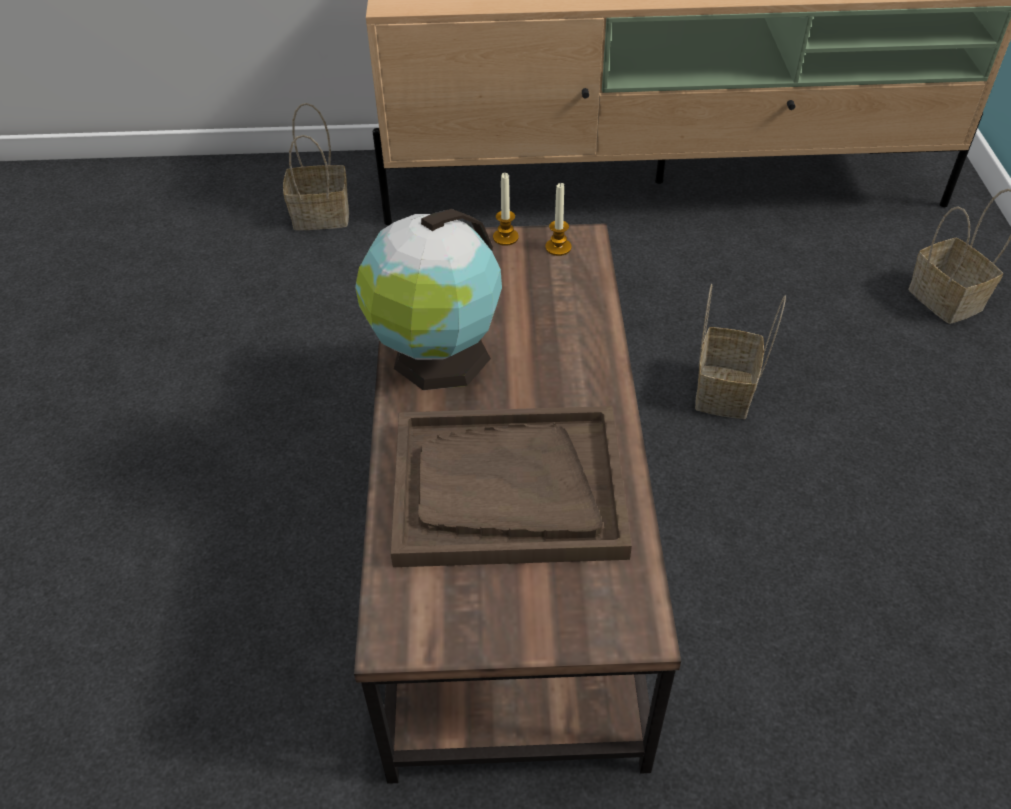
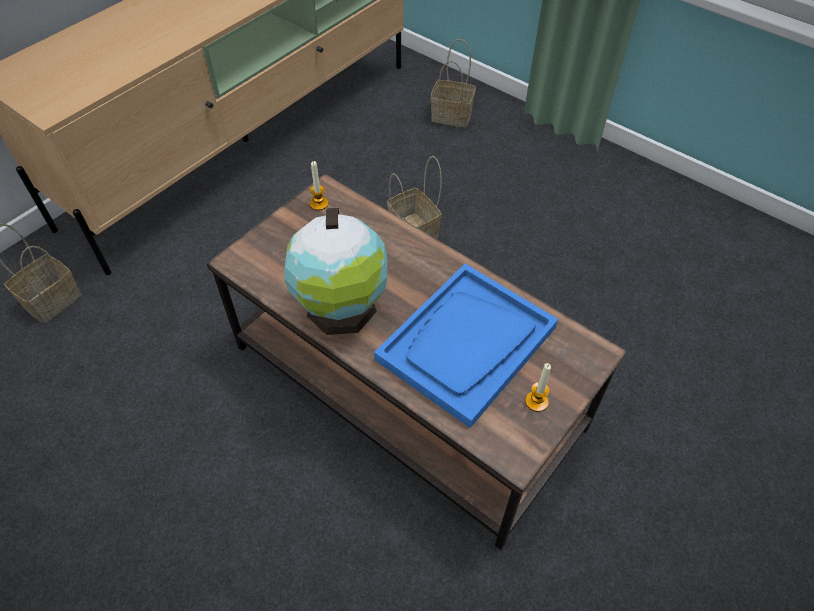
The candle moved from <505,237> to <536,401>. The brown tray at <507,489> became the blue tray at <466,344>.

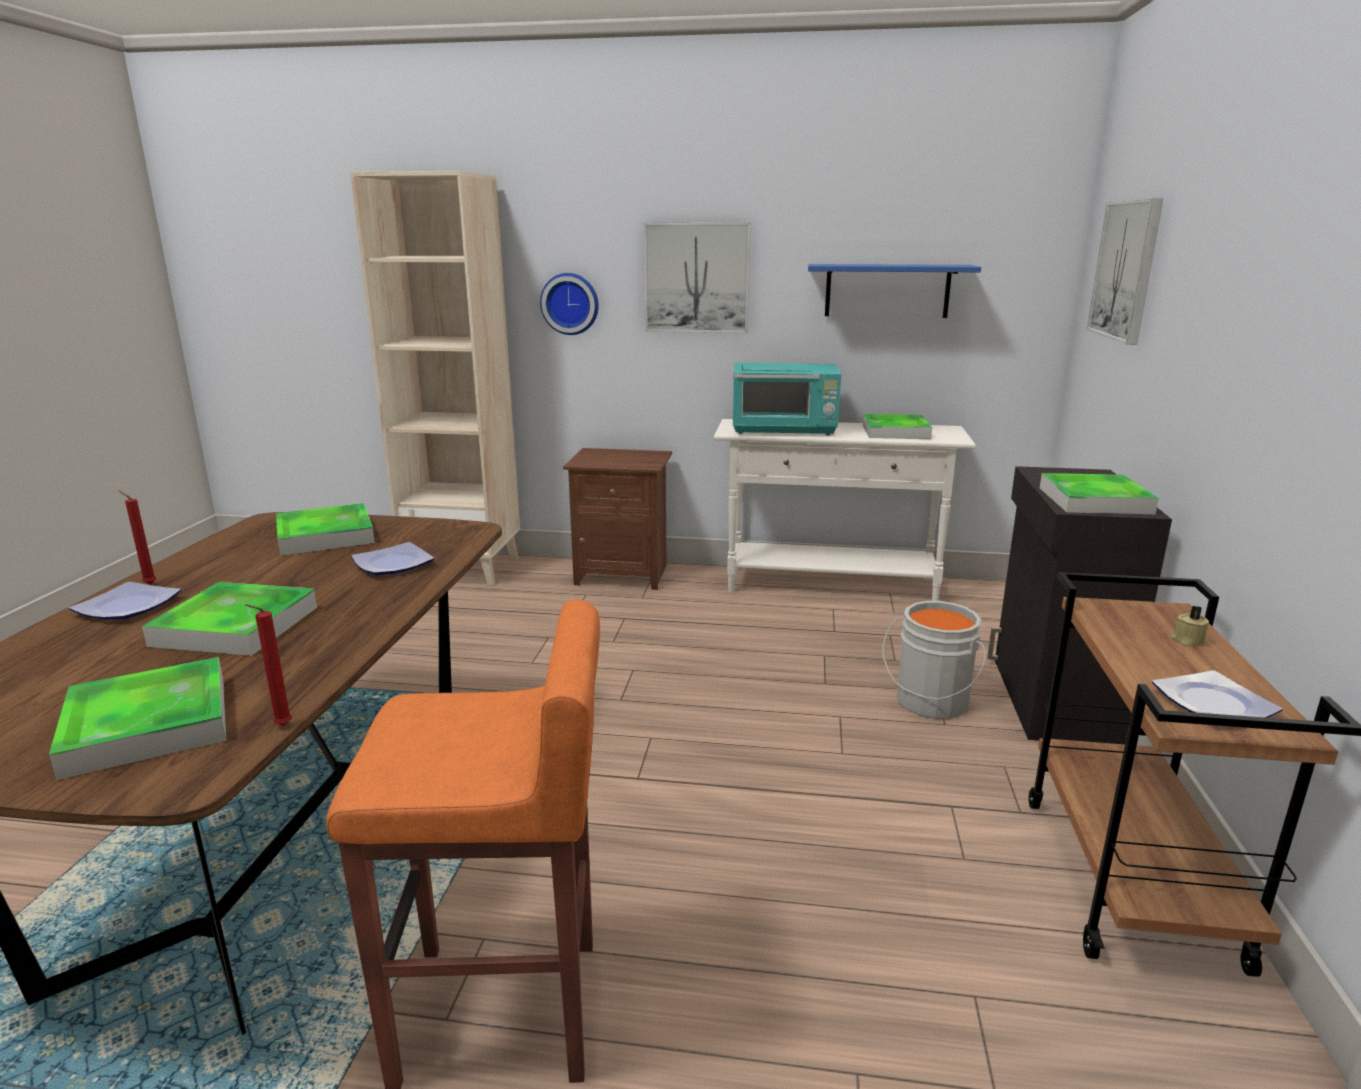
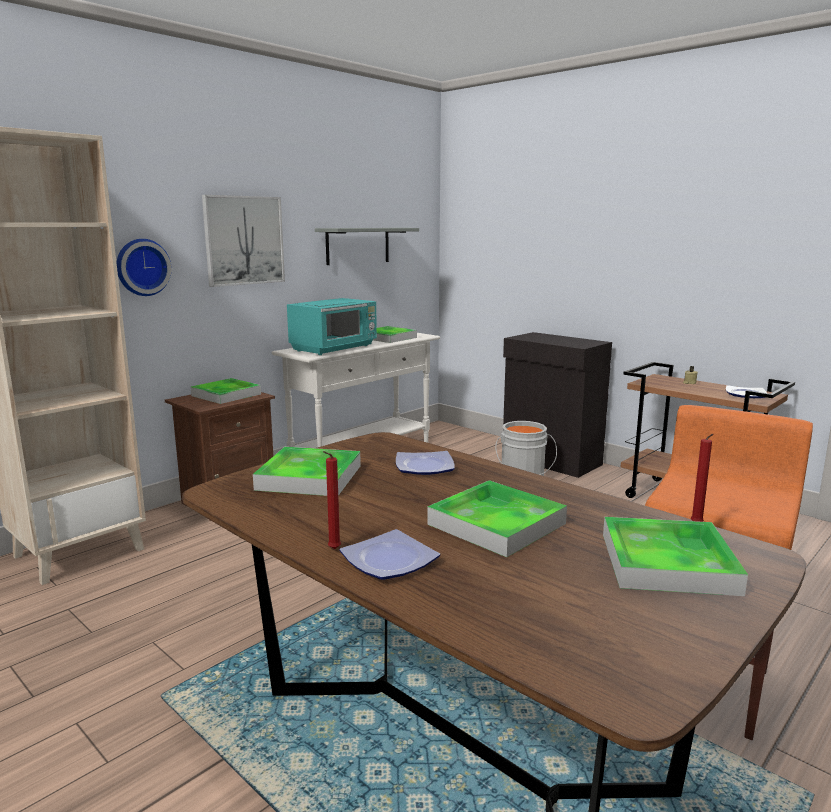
The picture at <1126,270> disappeared. The blue shelf at <887,290> became the grey shelf at <358,245>. The tray moved from <1094,500> to <226,395>.

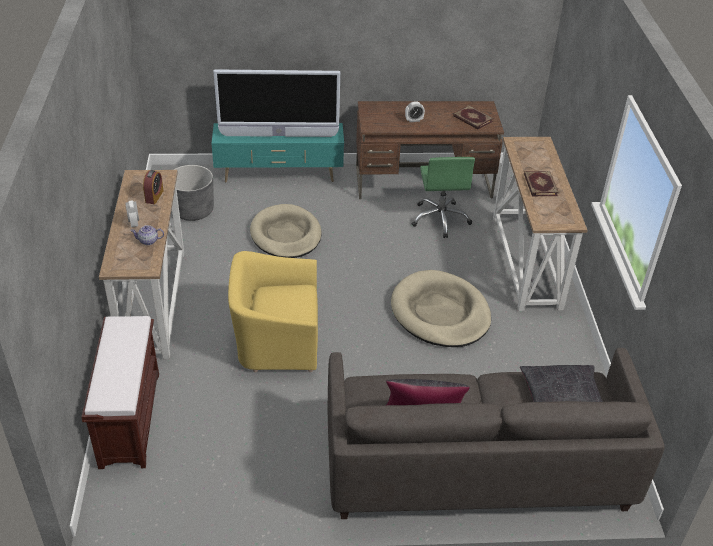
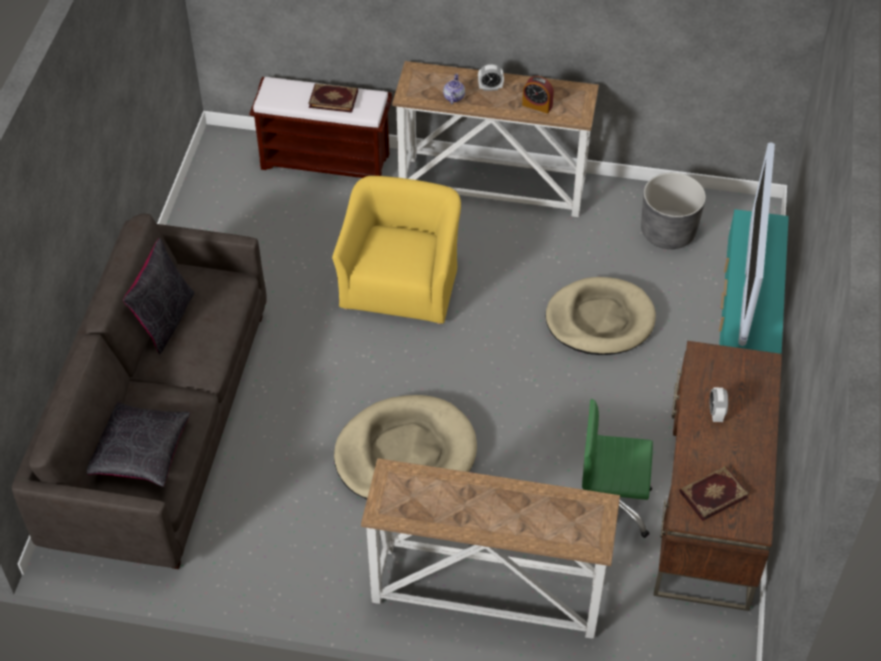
The book moved from <539,185> to <333,99>.

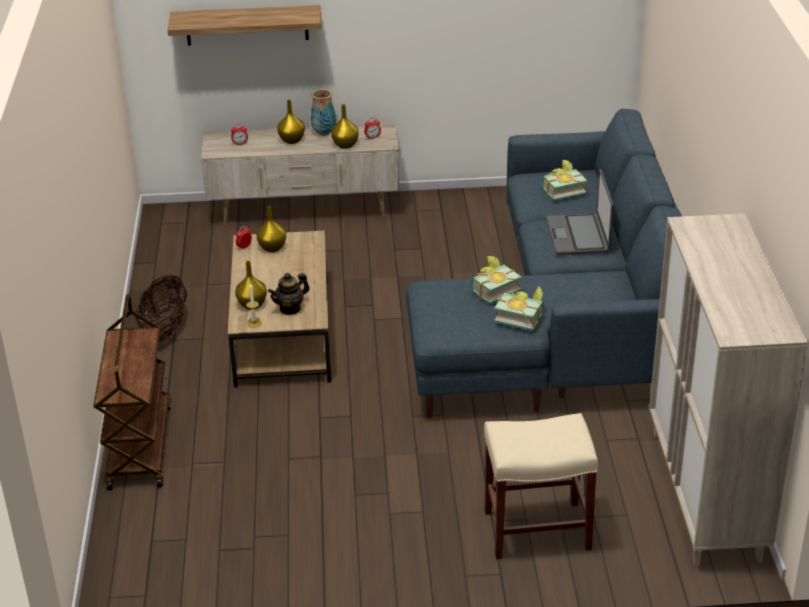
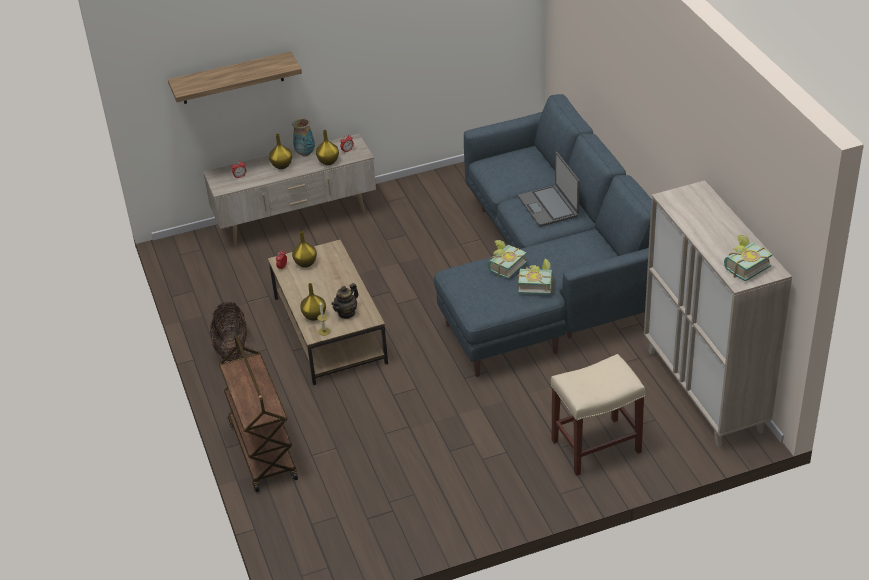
The book moved from <562,190> to <743,266>.

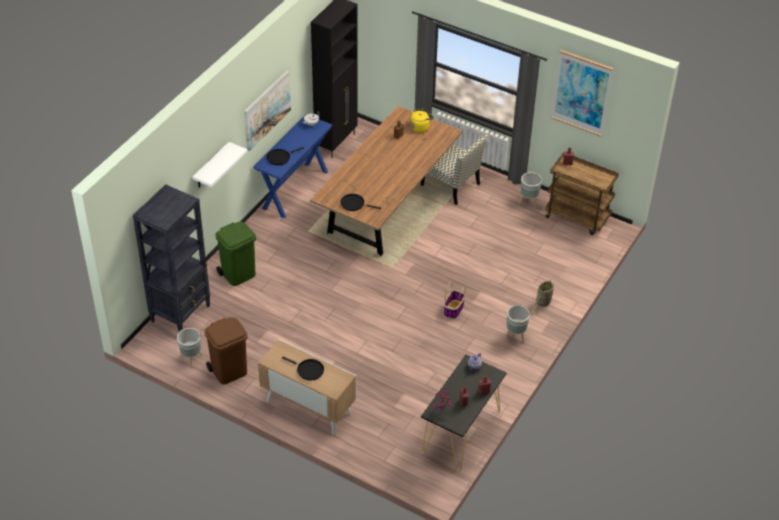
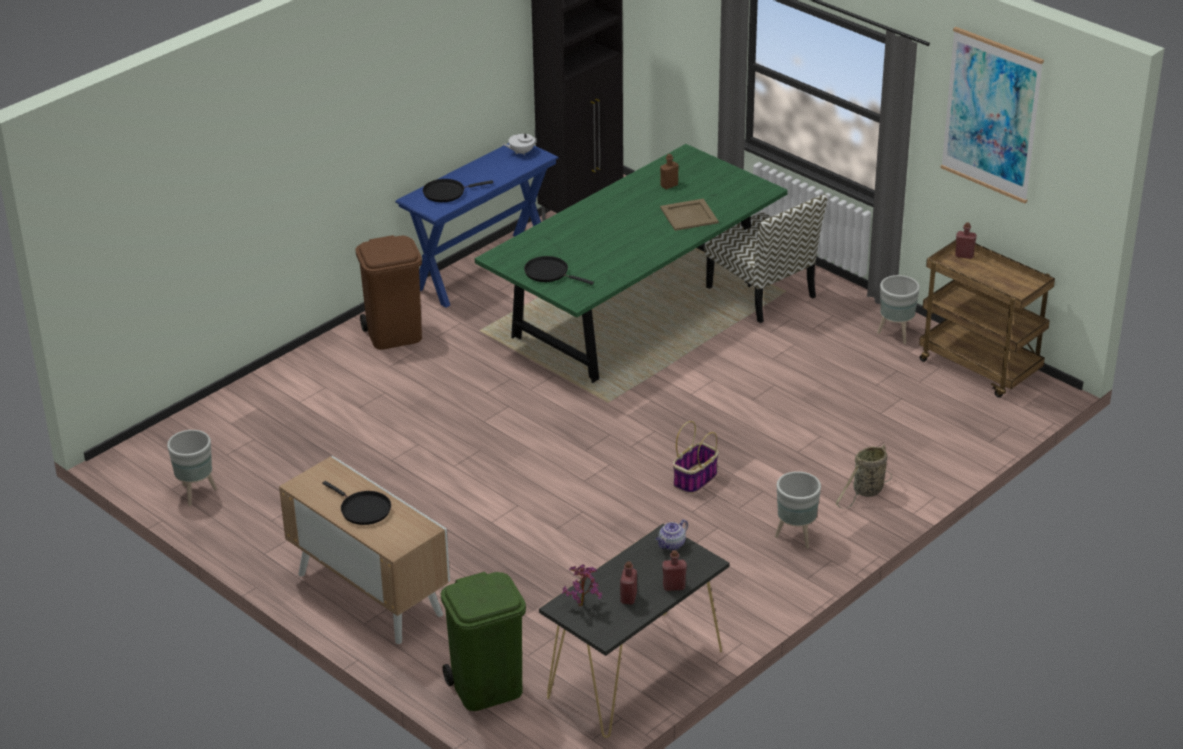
The picture at <266,109> disappeared. The brown dining table at <387,206> became the green dining table at <634,311>. The yellow kettle at <420,127> disappeared. The white shelf at <211,166> disappeared. The black bookcase at <181,313> disappeared. The green trash can moved from <239,274> to <488,688>. The brown trash can moved from <229,371> to <395,335>. The beige tray at <688,215> appeared.

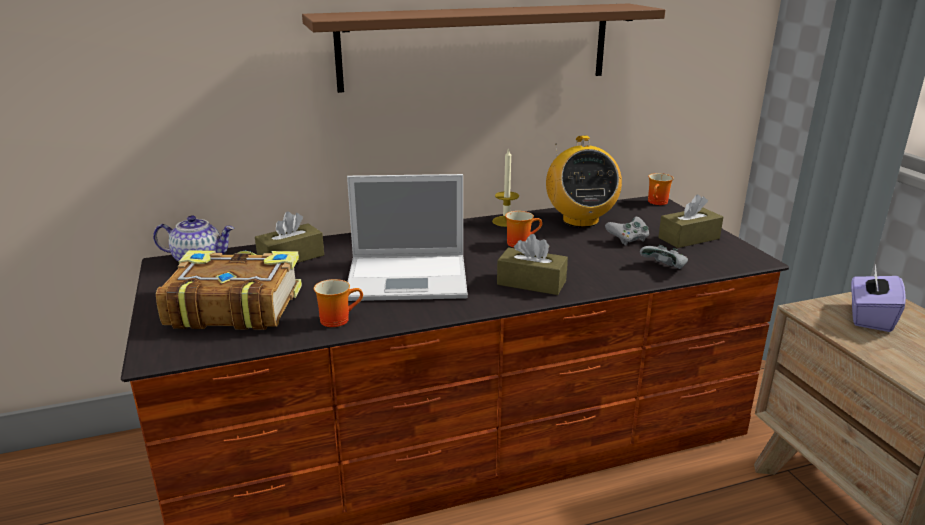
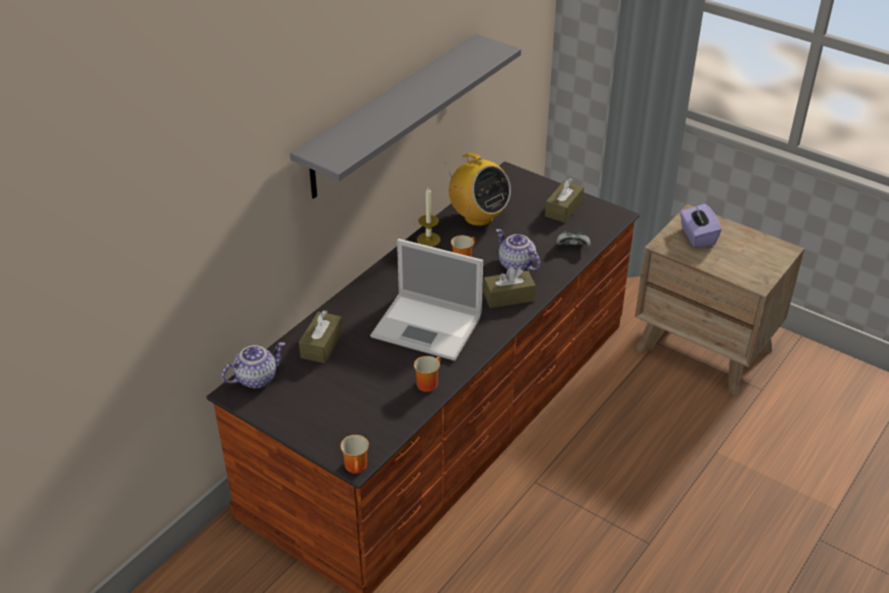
The brown shelf at <476,46> became the grey shelf at <391,115>. The mug moved from <658,203> to <358,467>. The laptop at <410,278> turned 60 degrees clockwise. The grey game controller at <627,240> disappeared. The book at <233,306> disappeared. The teapot at <515,265> appeared.

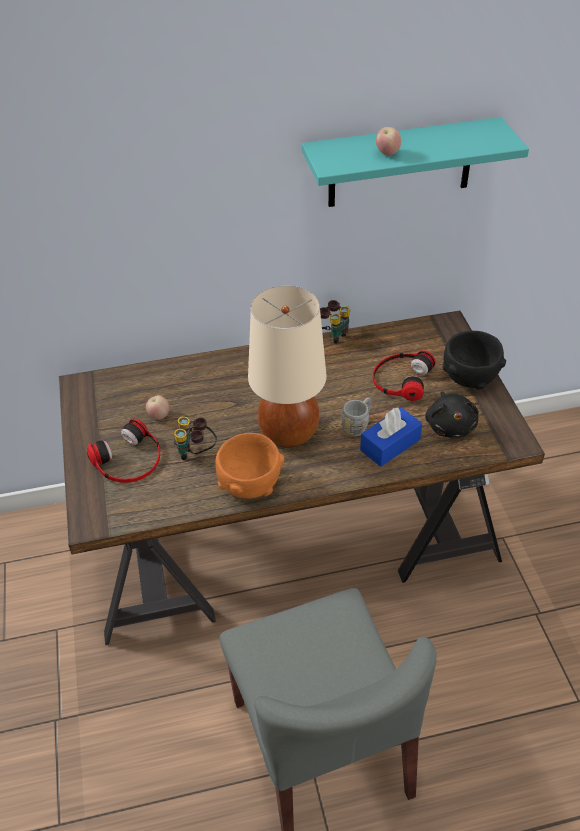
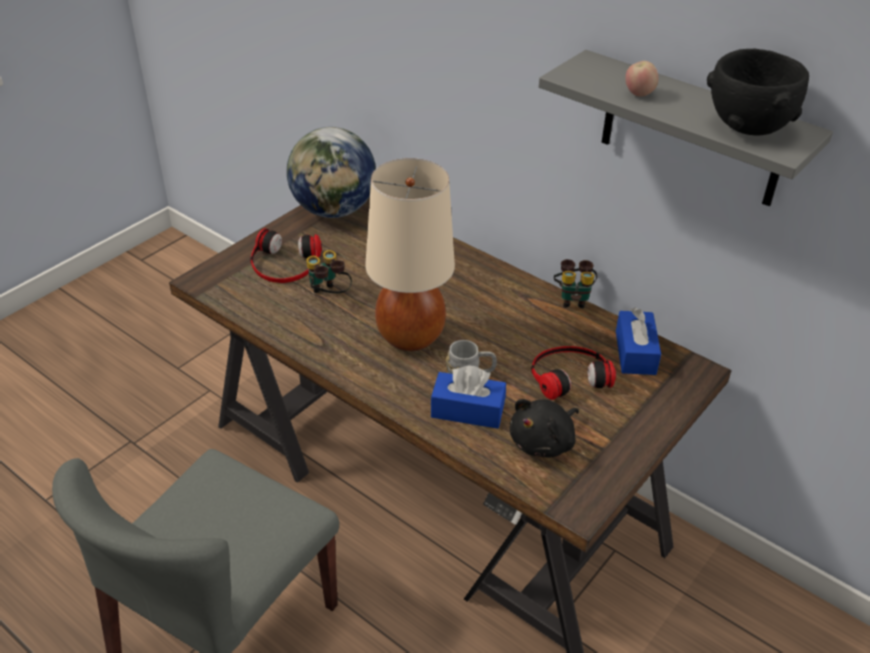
The turquoise shelf at <400,163> became the grey shelf at <691,130>. The black bowl moved from <469,379> to <748,126>. The apple at <159,416> disappeared. The orange bowl at <250,486> disappeared. The globe at <334,210> appeared. The blue tissue box at <635,352> appeared.

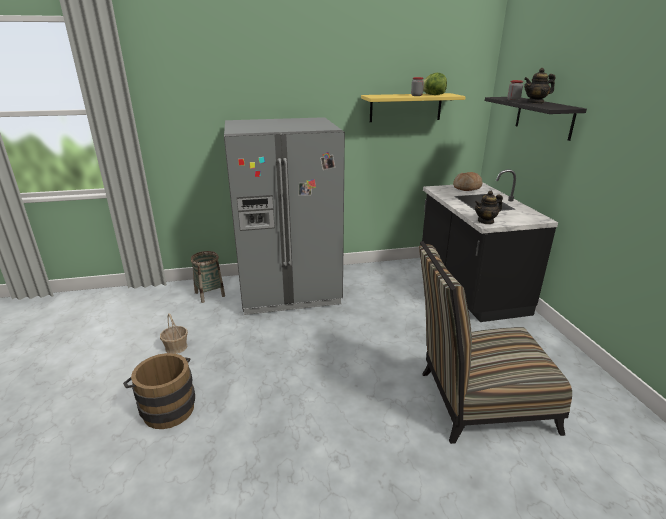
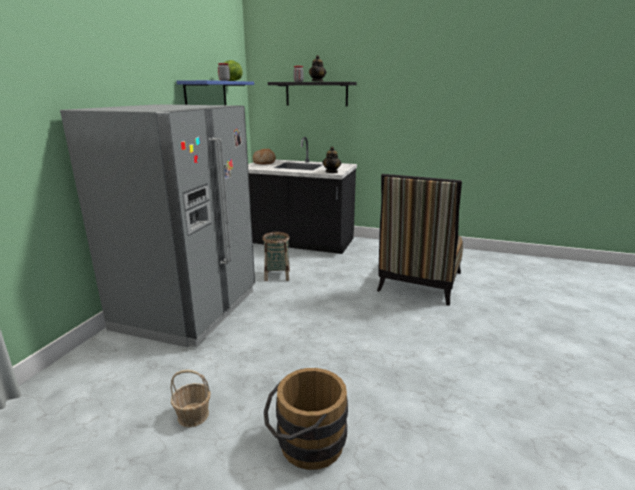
The yellow shelf at <405,107> became the blue shelf at <206,94>. The basket moved from <209,294> to <277,276>.

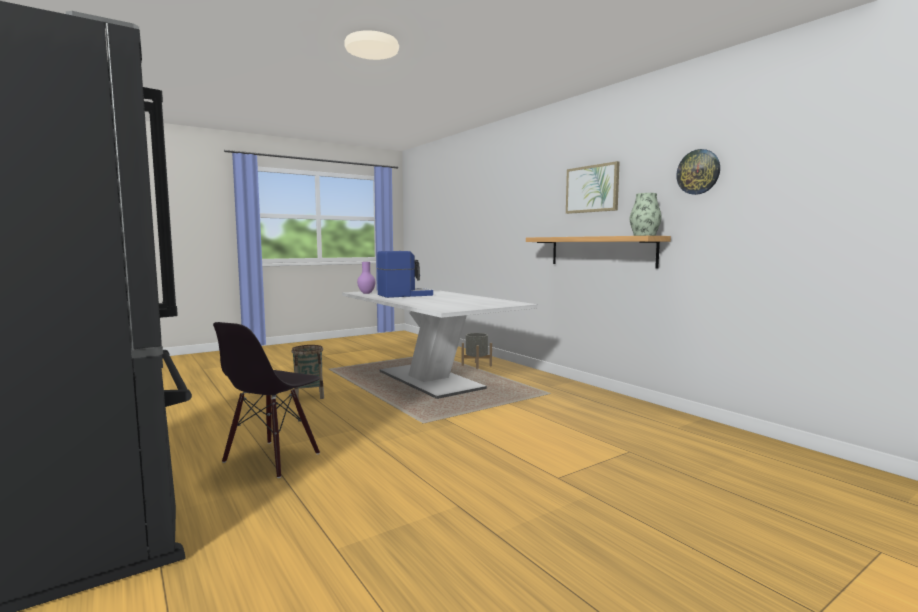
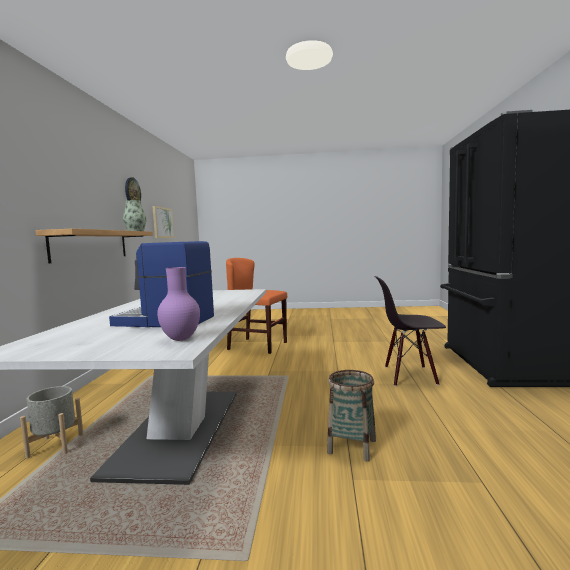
The picture moved from <592,189> to <162,222>. The black chair at <272,458> turned 150 degrees counterclockwise. The orange chair at <258,346> appeared.

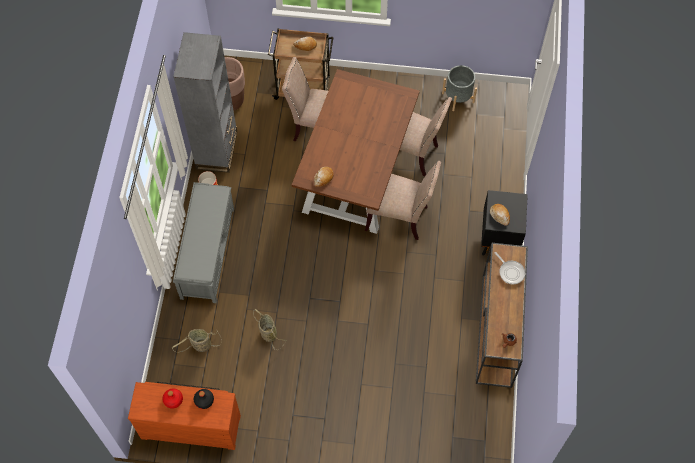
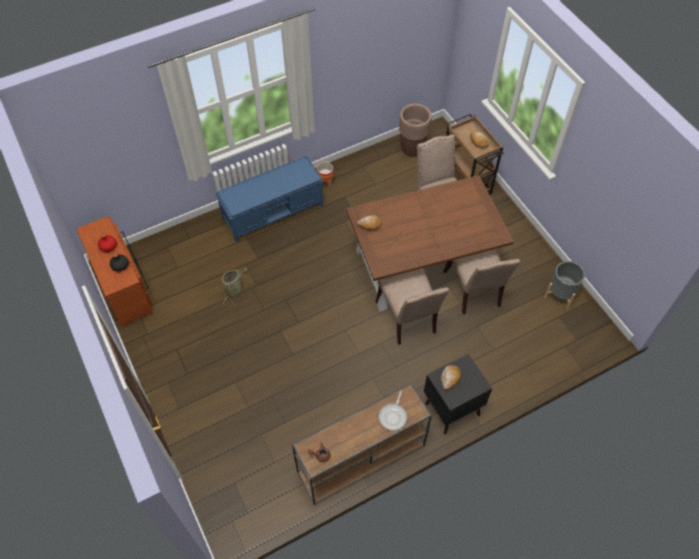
The grey bookcase at <217,150> disappeared. The grey bench at <207,252> became the blue bench at <273,211>. The basket at <200,346> disappeared.

